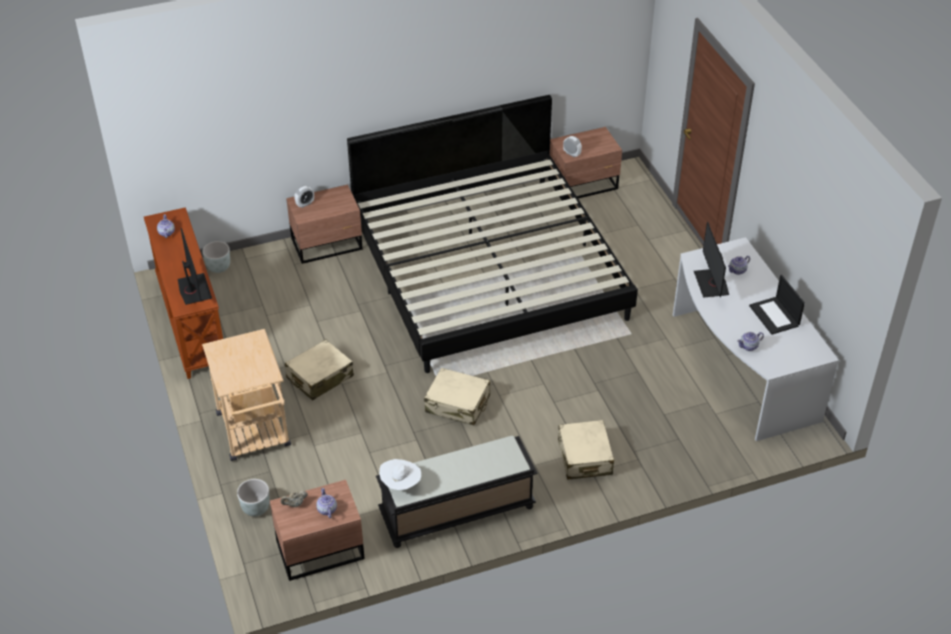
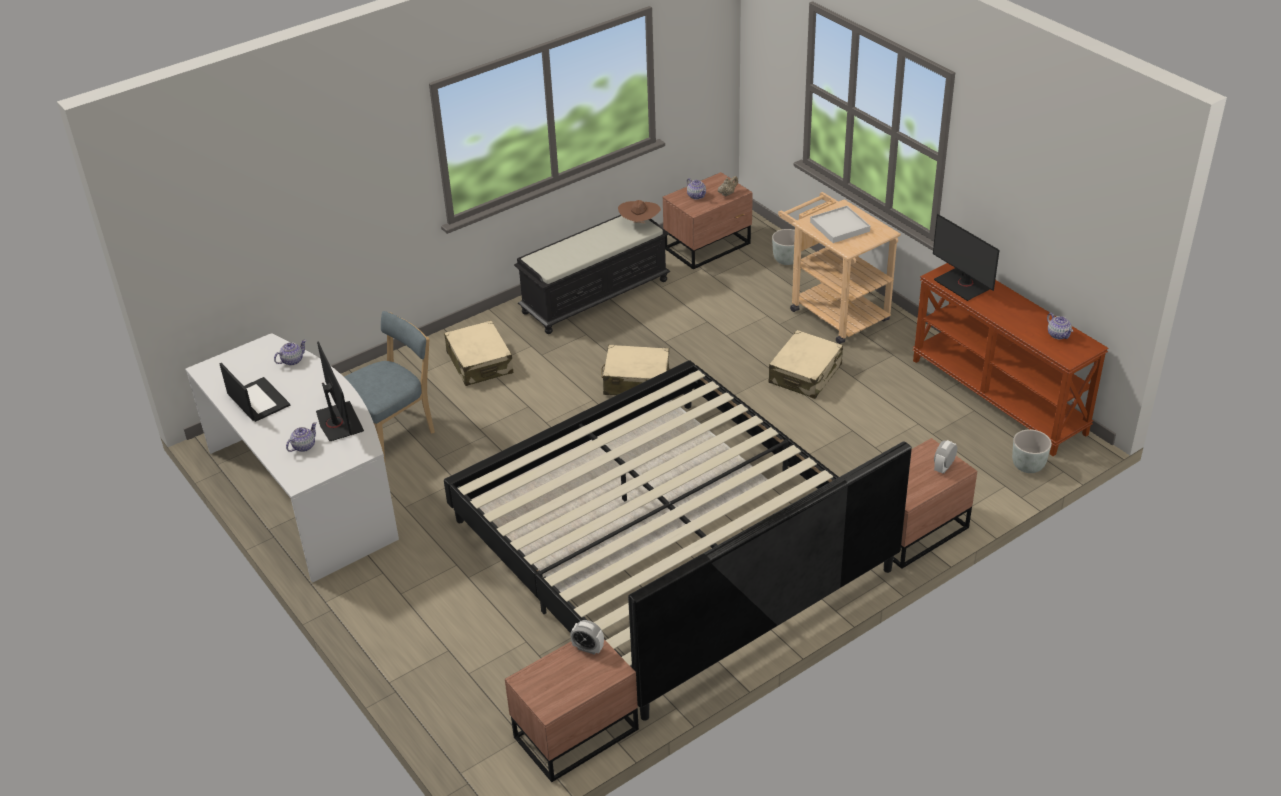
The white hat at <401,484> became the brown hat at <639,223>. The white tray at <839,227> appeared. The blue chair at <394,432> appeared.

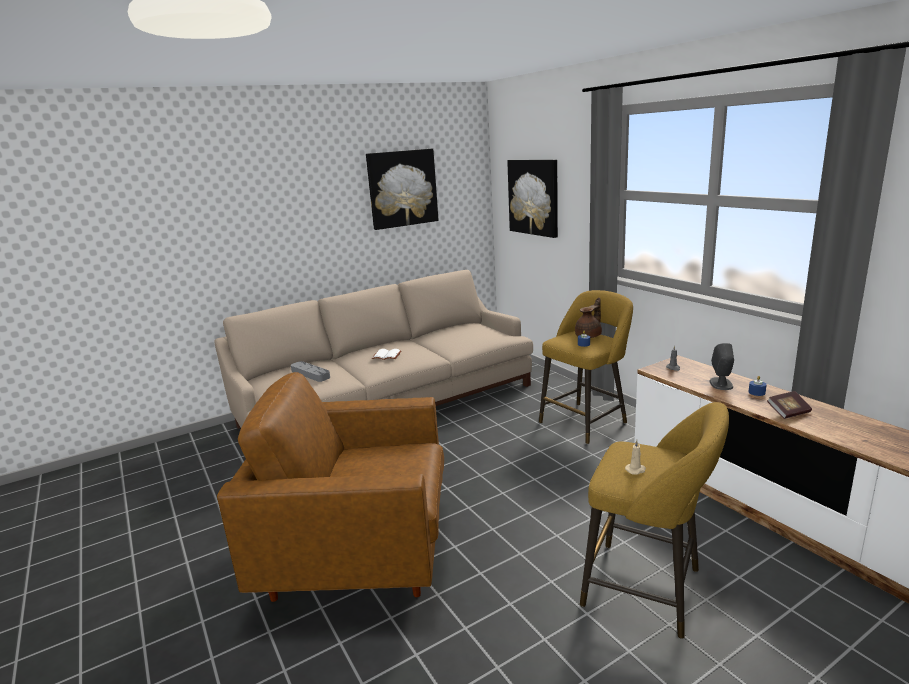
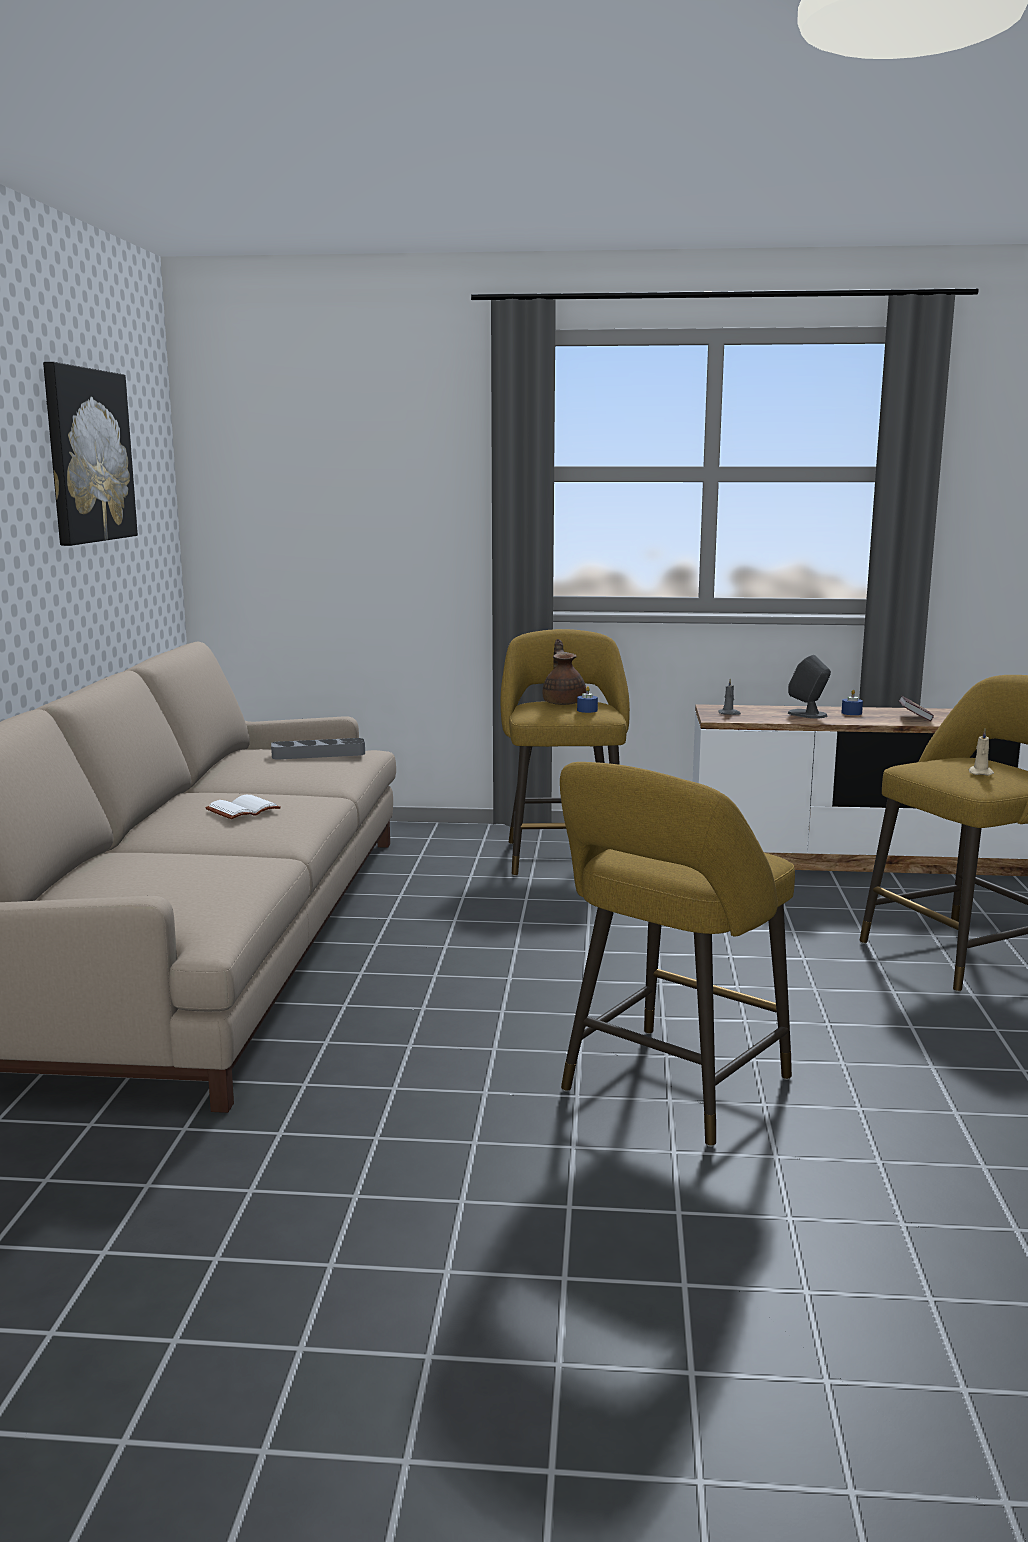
The picture at <534,197> disappeared. The grey tray moved from <310,374> to <318,754>. The brown armchair at <359,554> was replaced by the yellow stool at <669,1090>.

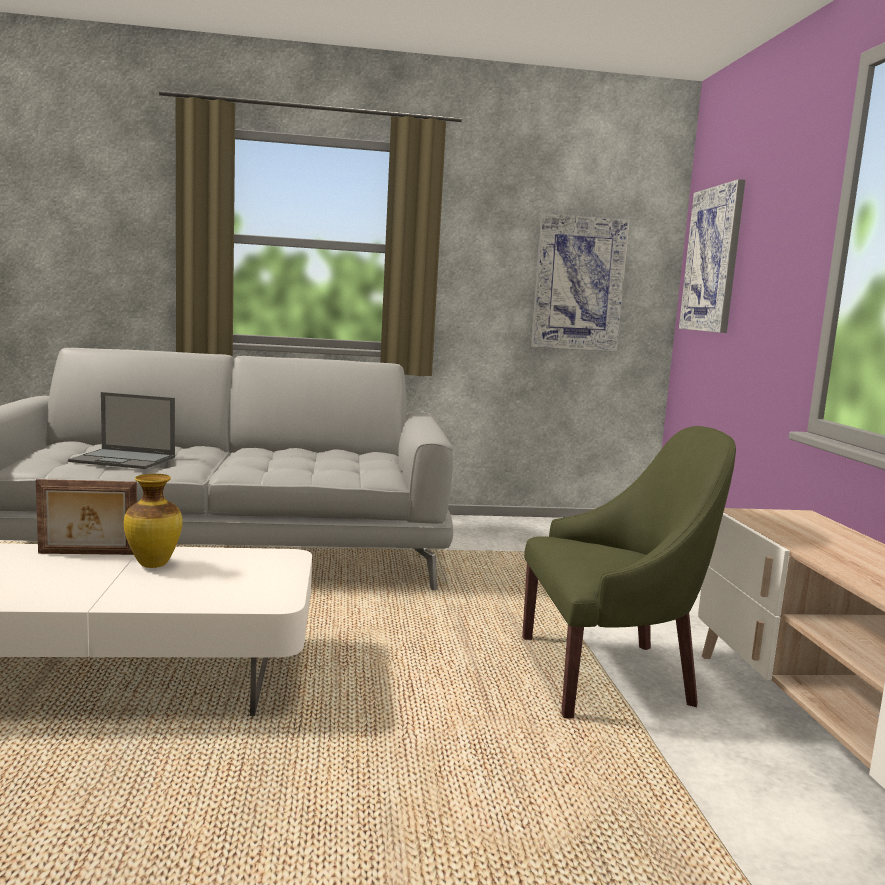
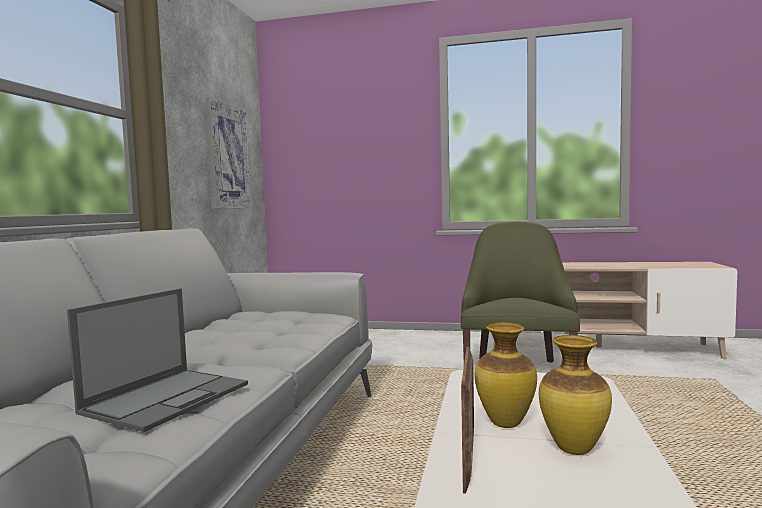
The picture at <713,260> disappeared. The vase at <573,450> appeared.

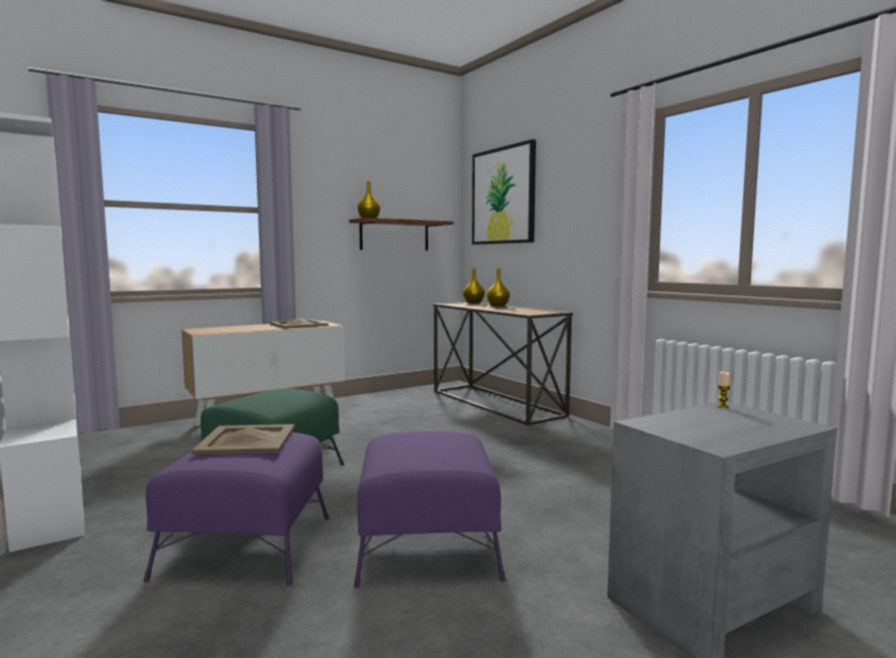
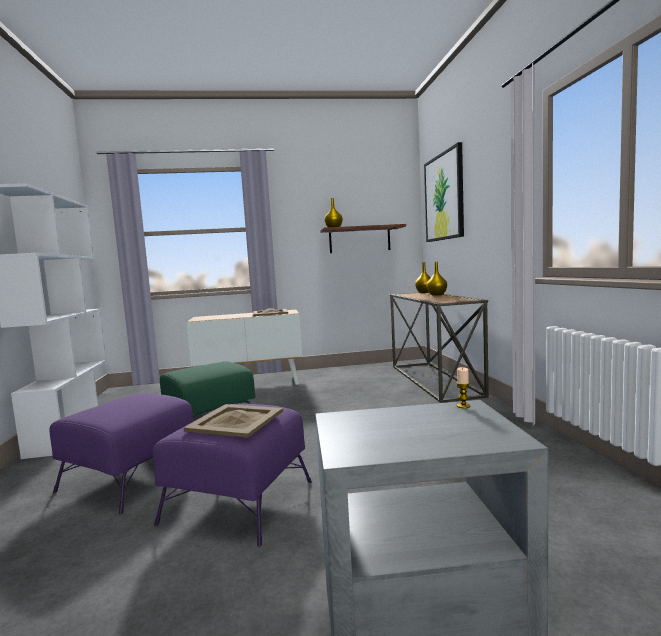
The beige tray moved from <248,440> to <236,420>.

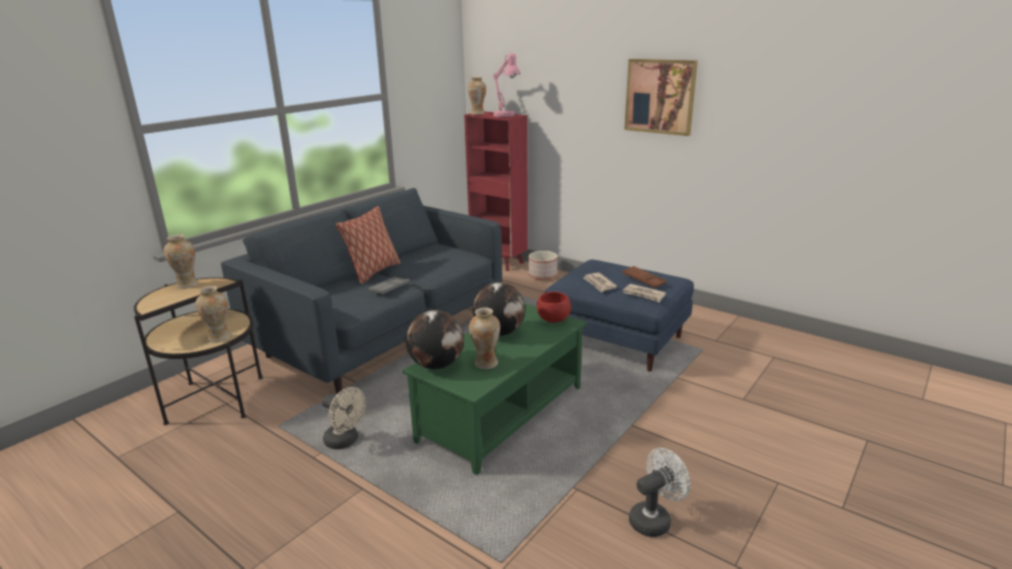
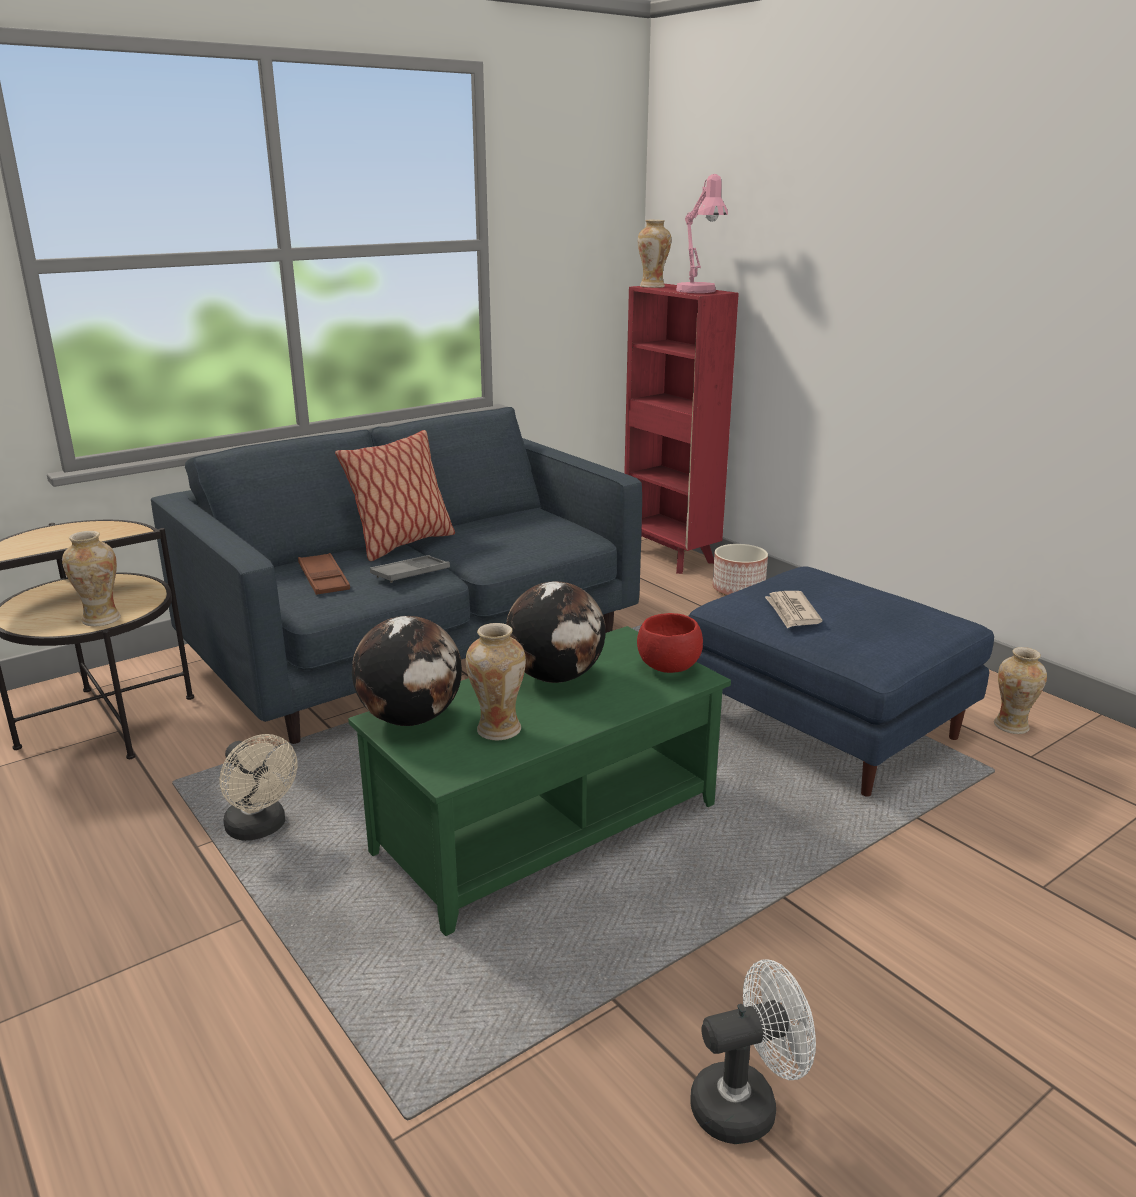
The picture at <660,96> disappeared. The vase moved from <187,285> to <1011,726>. The brown tray moved from <643,280> to <324,579>. The newspaper at <644,294> disappeared.

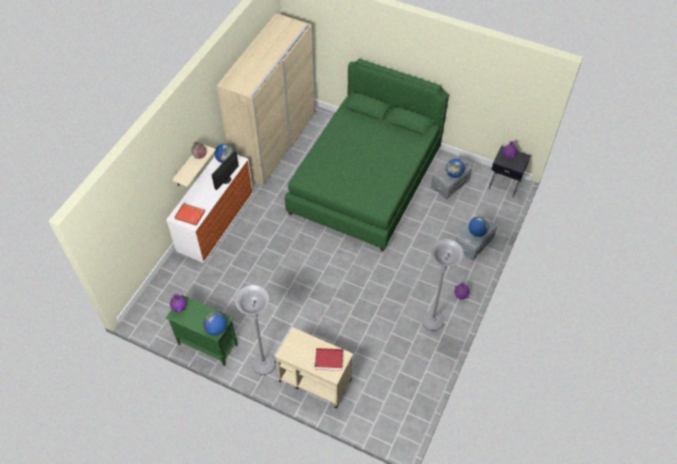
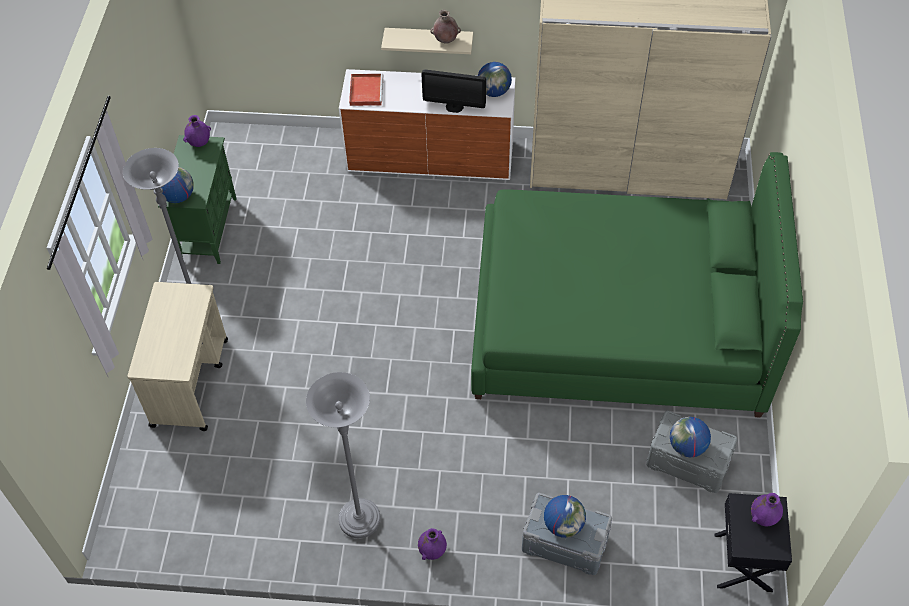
The red tray at <329,360> disappeared.

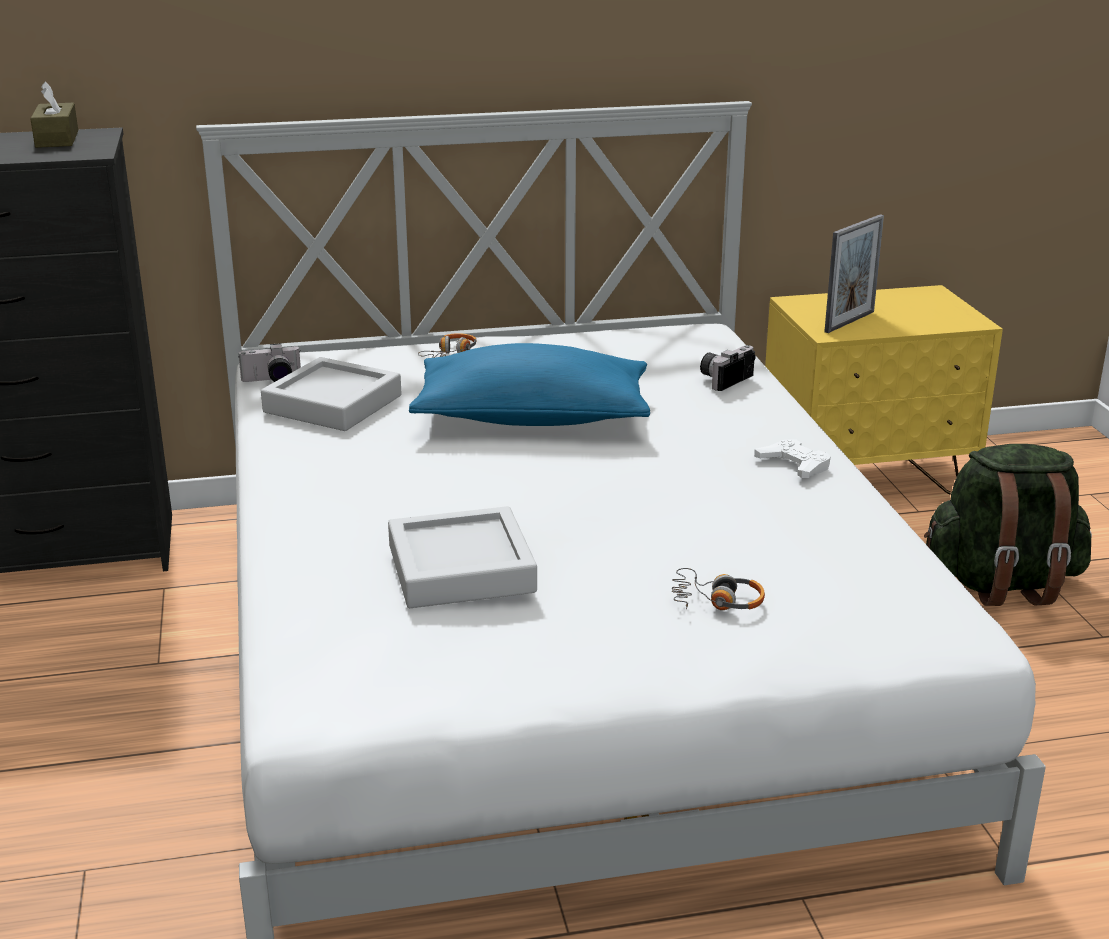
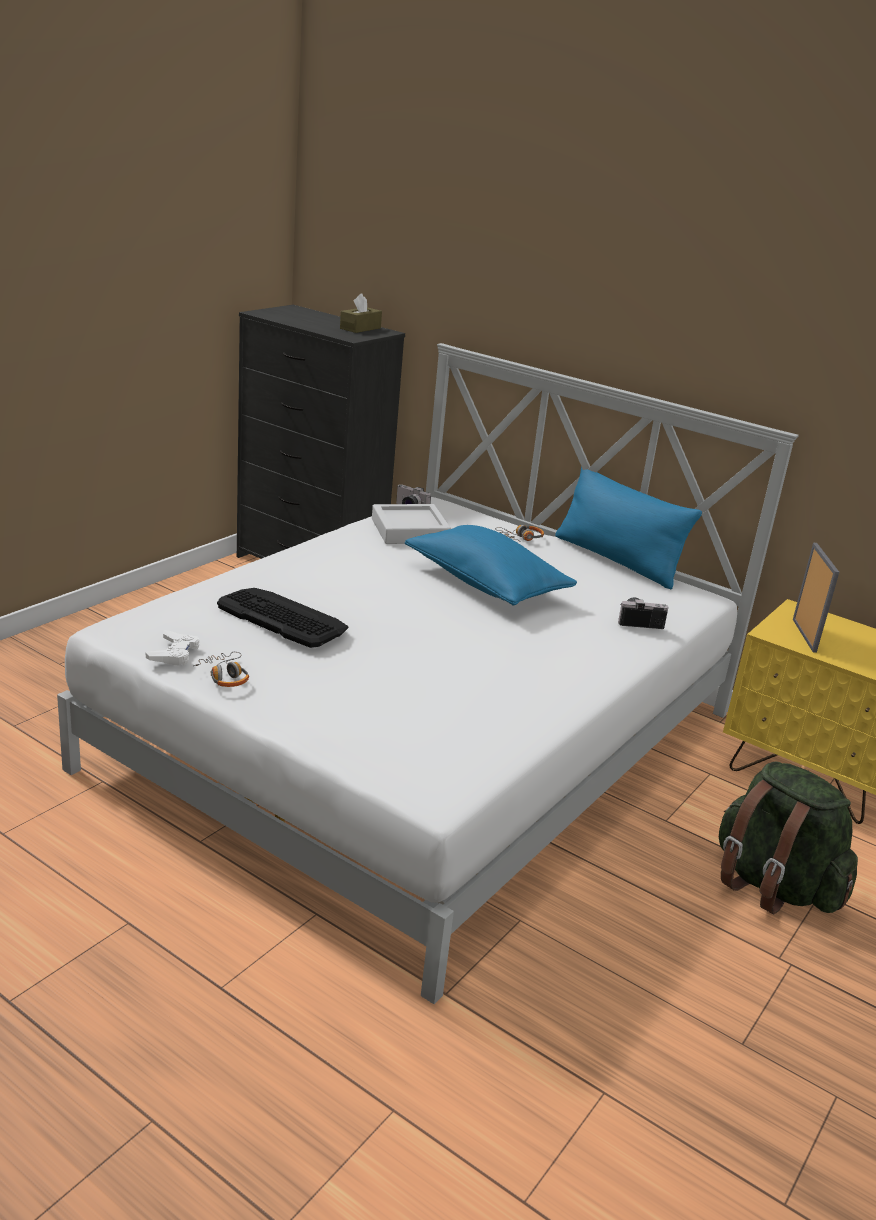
The picture frame at <849,322> turned 90 degrees counterclockwise. The white game controller moved from <794,465> to <174,653>. The grey tray at <461,569> was replaced by the keyboard at <281,617>. The headphones moved from <716,601> to <225,676>. The blue pillow at <617,560> appeared.

